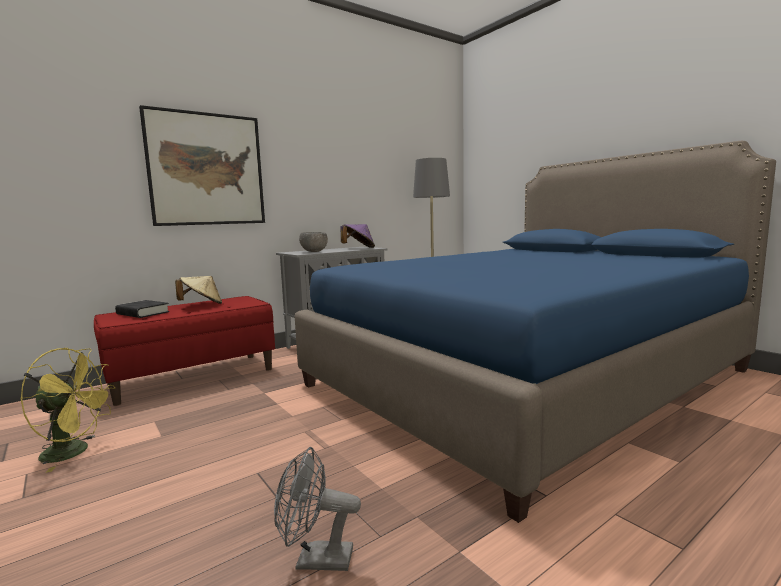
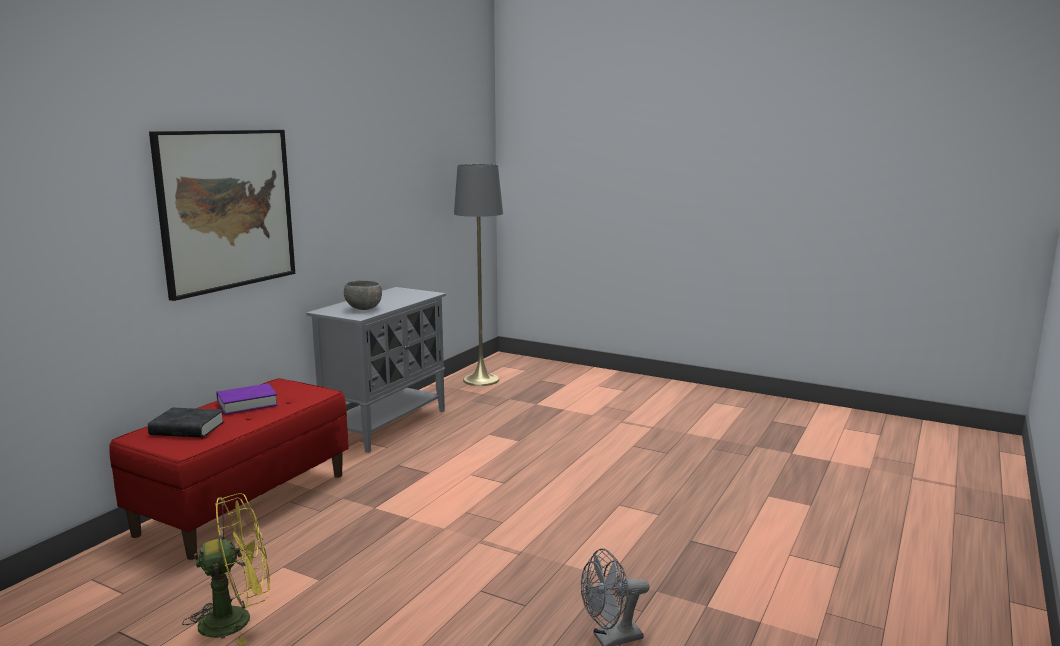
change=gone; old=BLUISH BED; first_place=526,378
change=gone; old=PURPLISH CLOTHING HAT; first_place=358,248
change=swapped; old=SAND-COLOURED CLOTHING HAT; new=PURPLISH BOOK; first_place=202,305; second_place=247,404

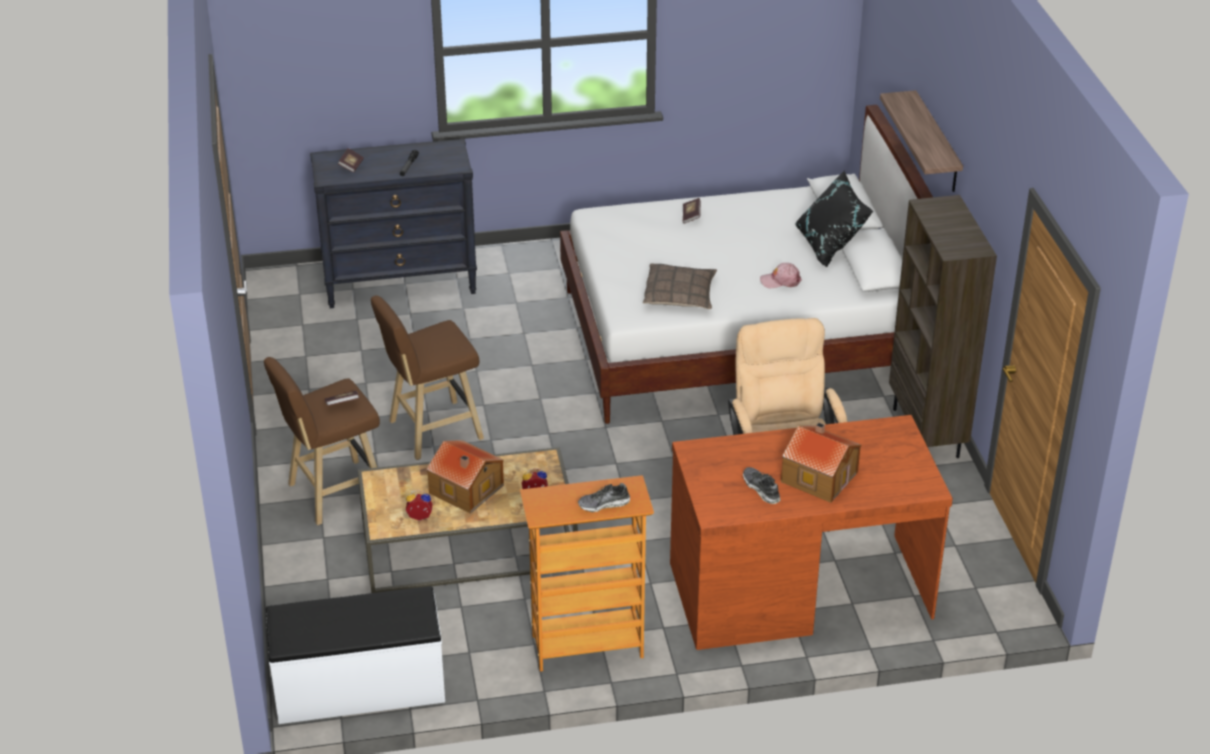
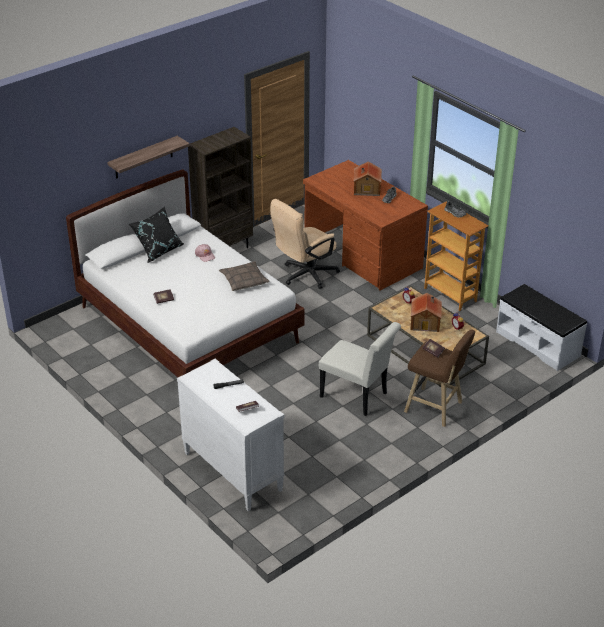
change=repainted; old=BLACKISH DRAWER CHEST; new=WHITE DRAWER CHEST; first_place=400,283; second_place=232,471
change=swapped; old=BROWN STOOL SEAT; new=WHITE PLAIN CHAIR; first_place=431,431; second_place=357,397

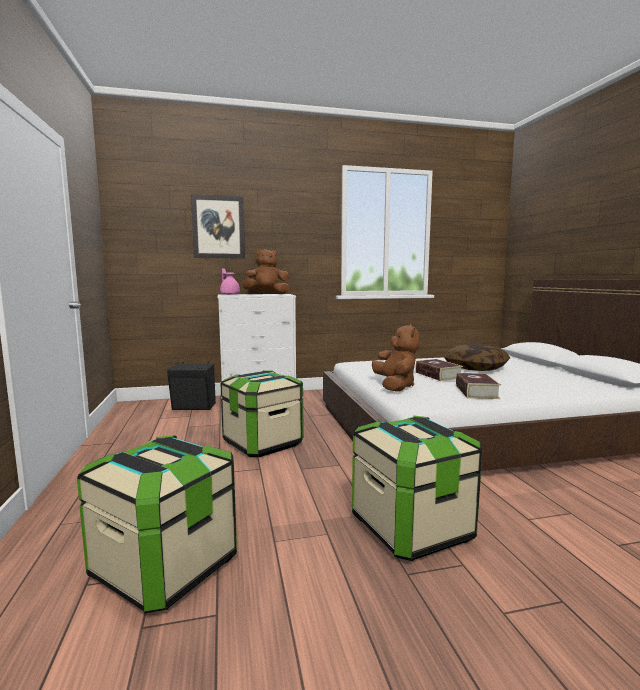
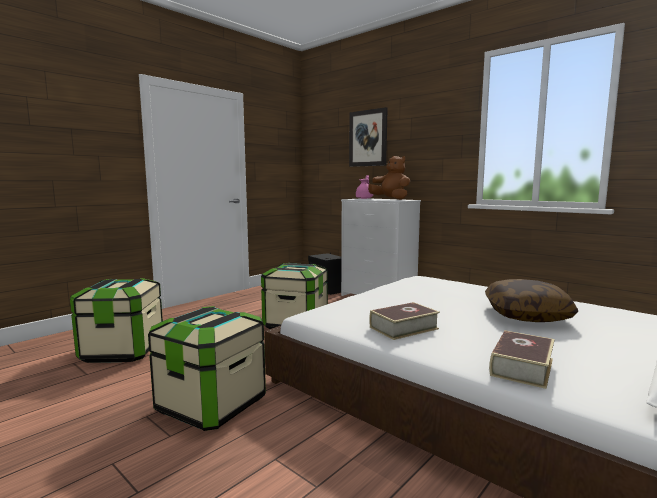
change=gone; old=BROWN CUDDLY TOY; first_place=395,386
change=shifted; old=BOOK; first_place=438,375; second_place=522,367

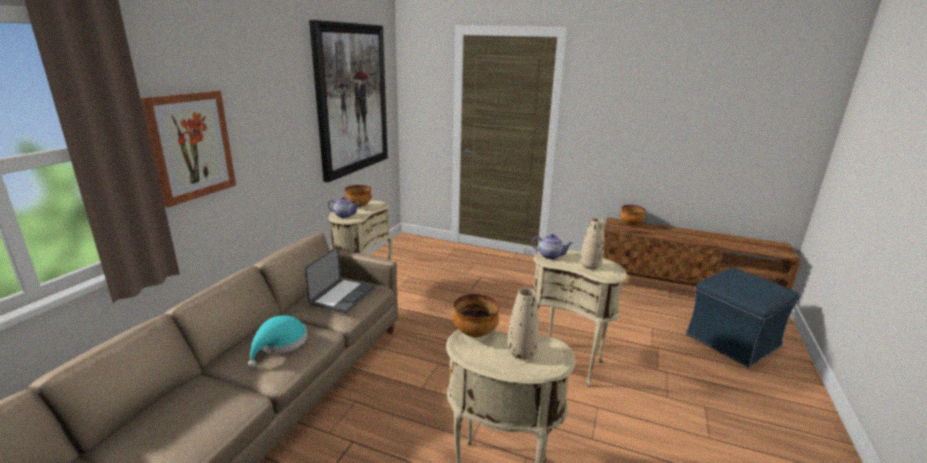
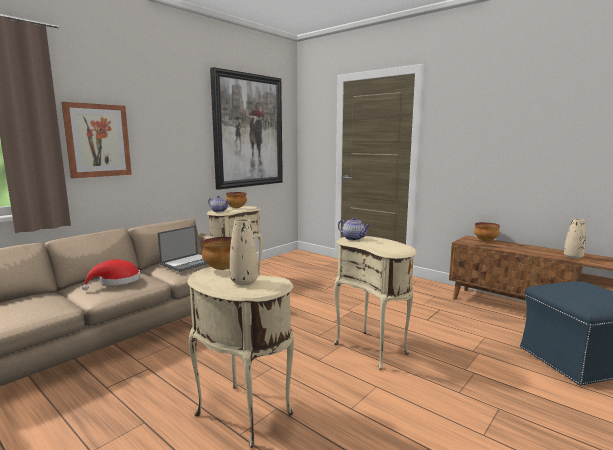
change=shifted; old=SAND-COLOURED FLOWER VASE; first_place=590,266; second_place=573,257
change=repainted; old=BLUE-GREEN CLOTHING HAT; new=RED CLOTHING HAT; first_place=280,343; second_place=117,281

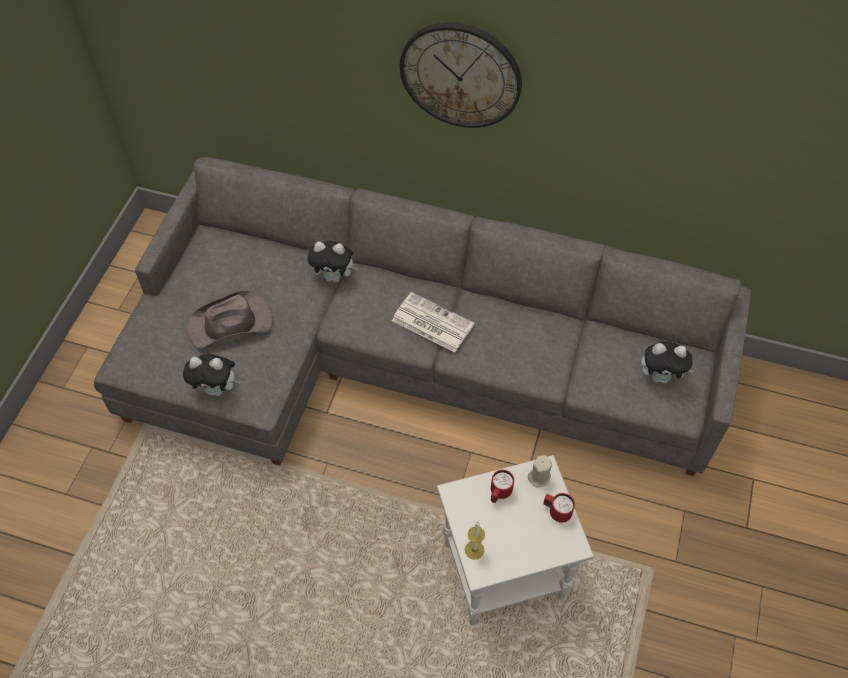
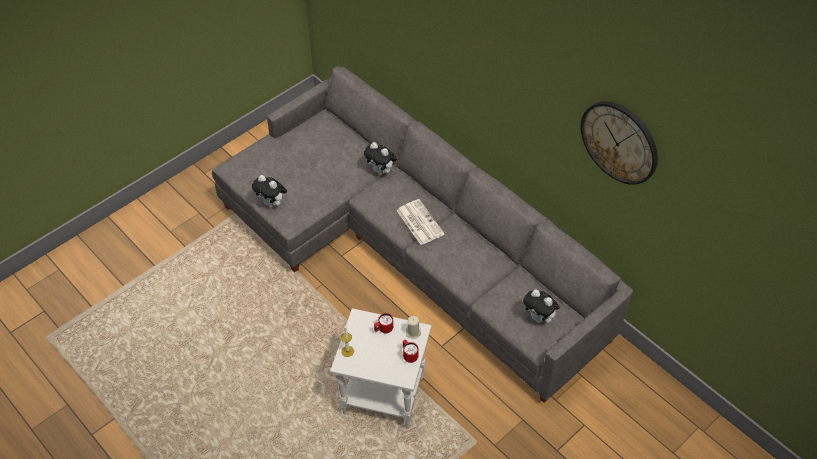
change=shifted; old=HANGING CLOCK; first_place=461,75; second_place=619,142
change=gone; old=BROWN CLOTHING HAT; first_place=231,324

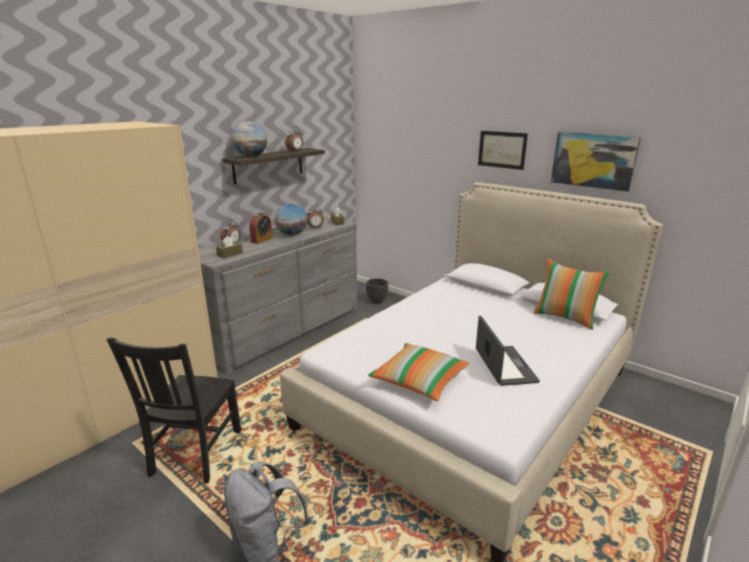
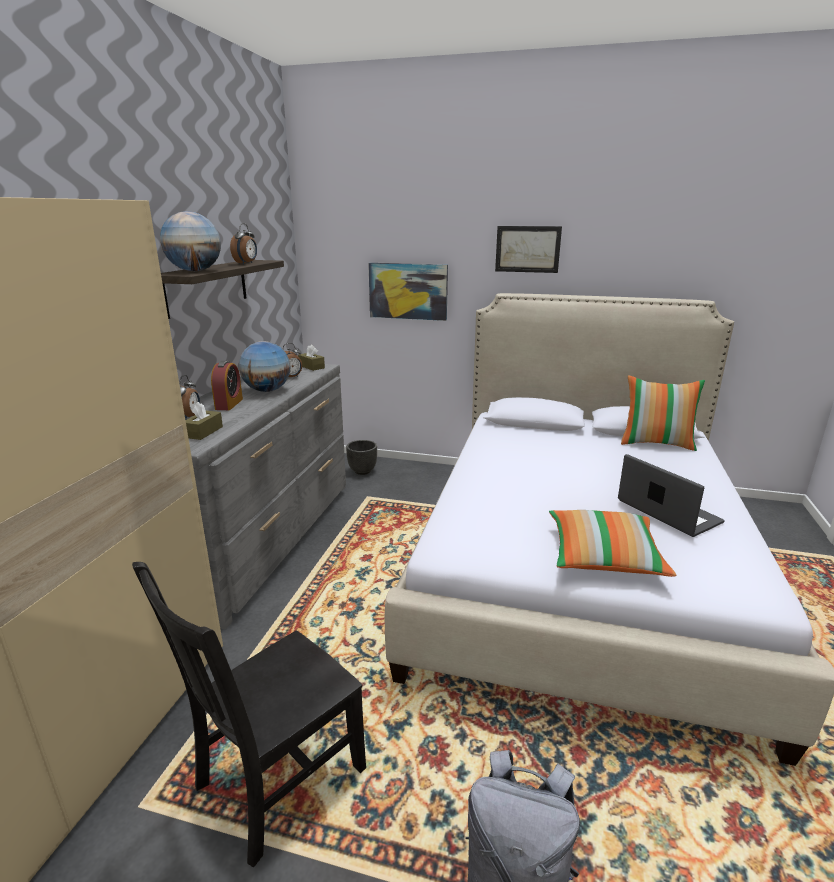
change=shifted; old=WALL PICTURE; first_place=593,160; second_place=408,291
change=rotated; old=BLACKISH PLAIN CHAIR; first_place=195,454; second_place=276,781; degrees=60

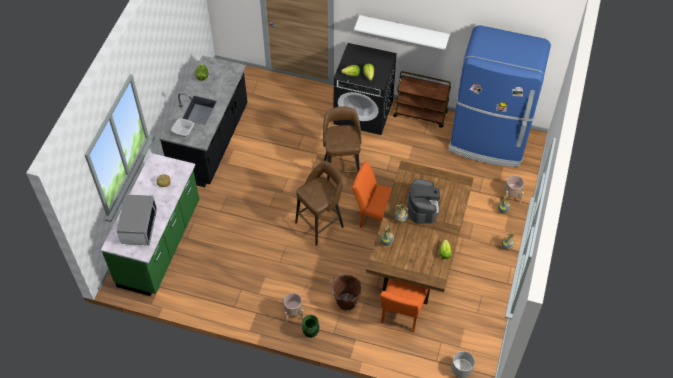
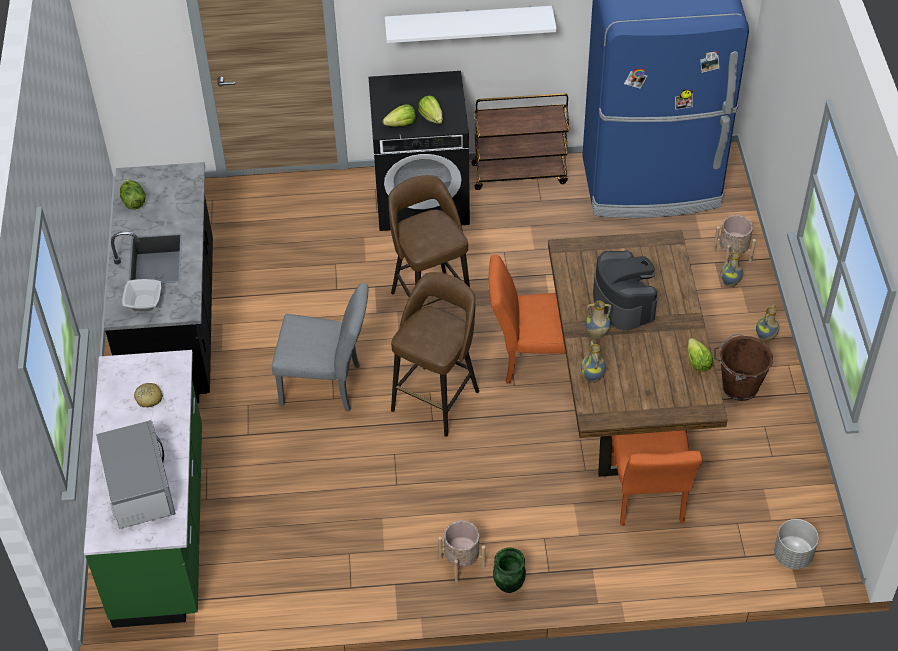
change=shifted; old=BROWN PAIL; first_place=346,301; second_place=738,386
change=new; new=GREYISH PLAIN CHAIR; second_place=327,386

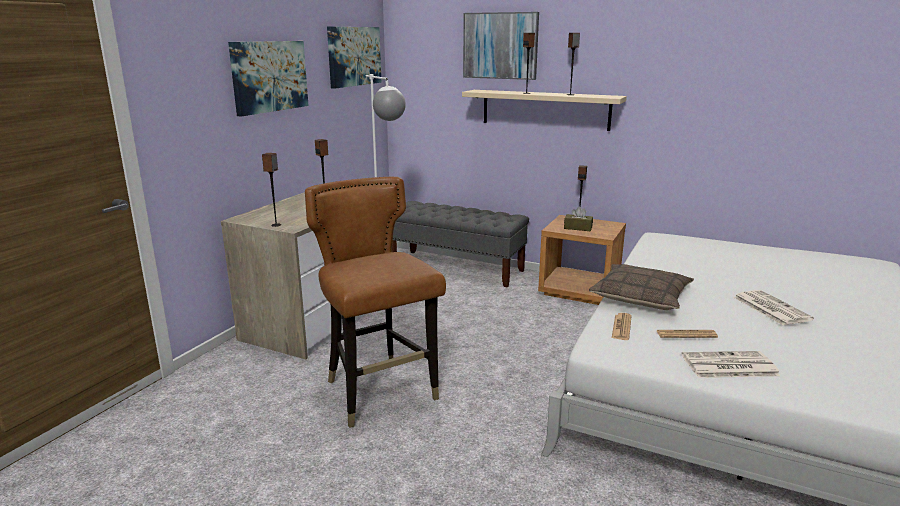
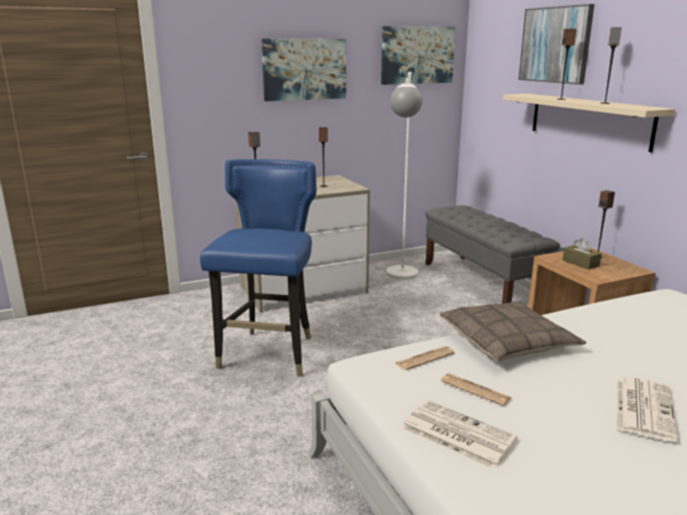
change=repainted; old=BROWN PLAIN CHAIR; new=BLUISH PLAIN CHAIR; first_place=379,393; second_place=269,354

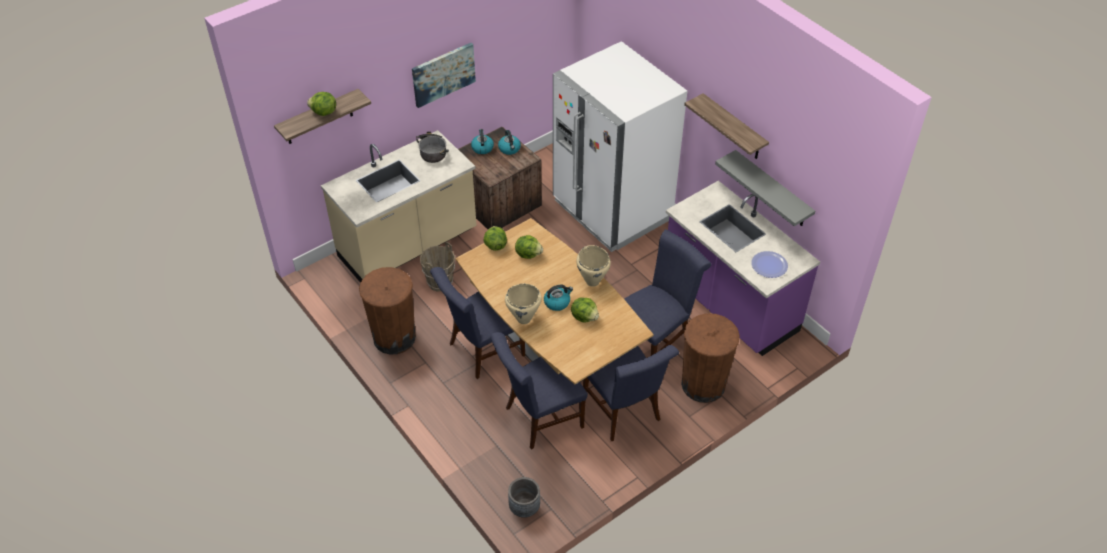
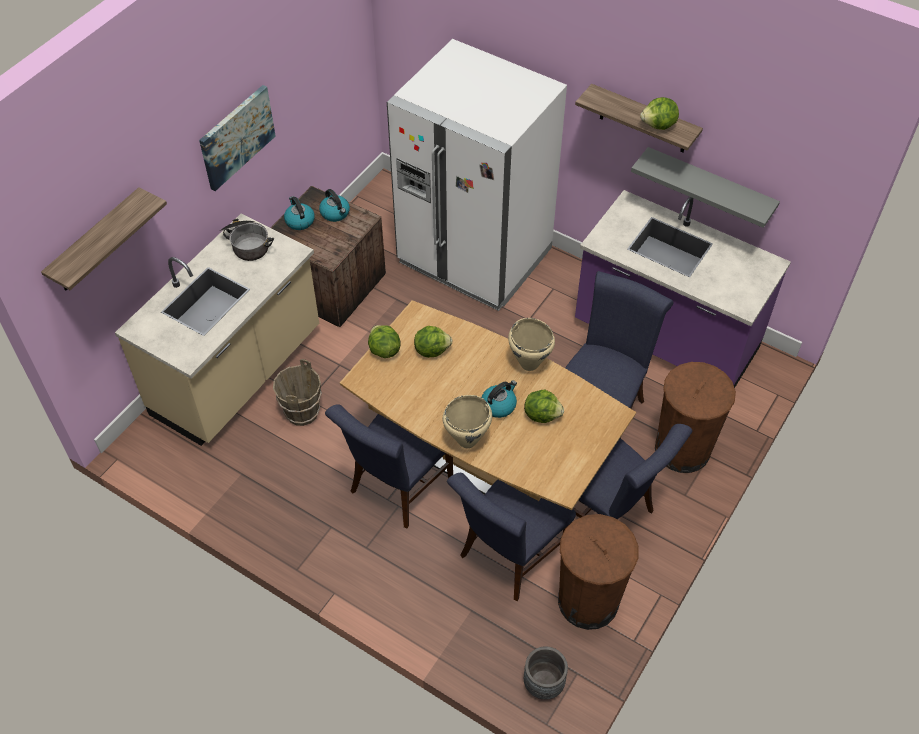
change=shifted; old=HEAD OF LETTUCE; first_place=324,113; second_place=658,125
change=gone; old=DINNER PLATE; first_place=769,265
change=shifted; old=BROWN TRASH CAN; first_place=394,337; second_place=588,601

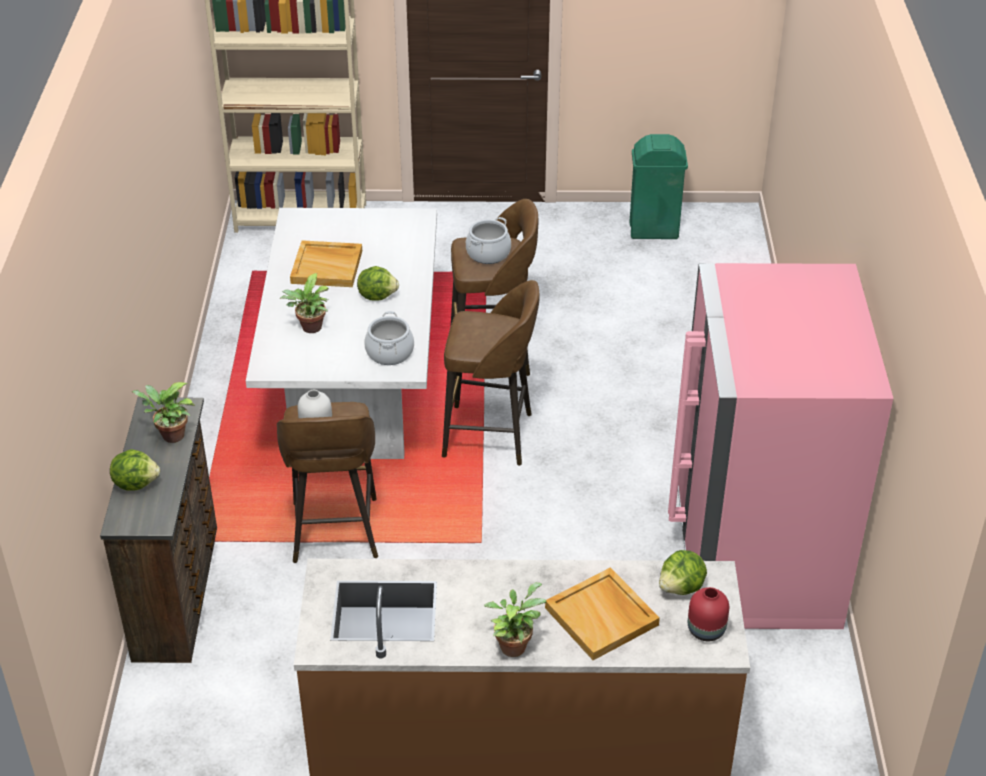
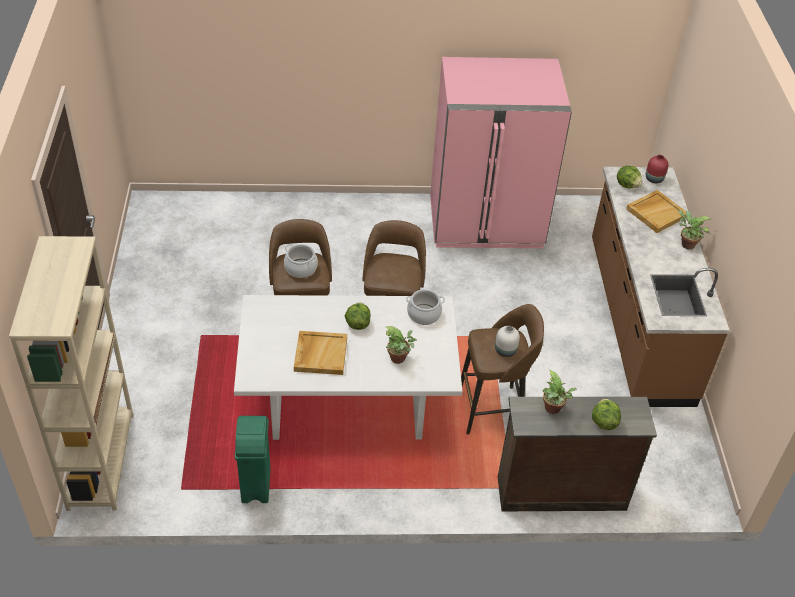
change=shifted; old=GREEN TRASH CAN; first_place=653,231; second_place=255,486

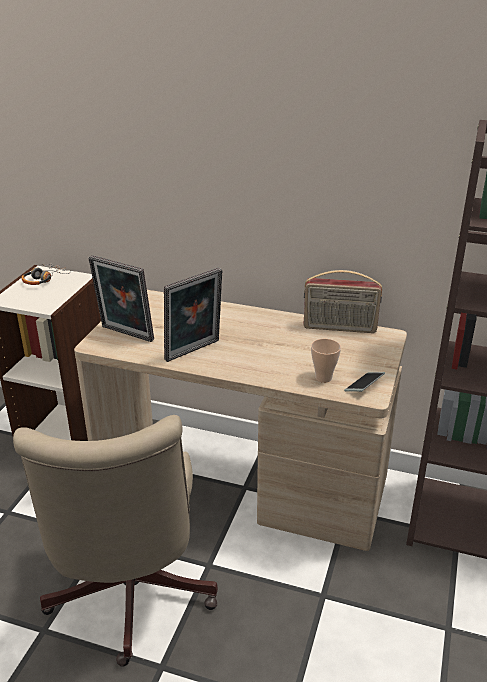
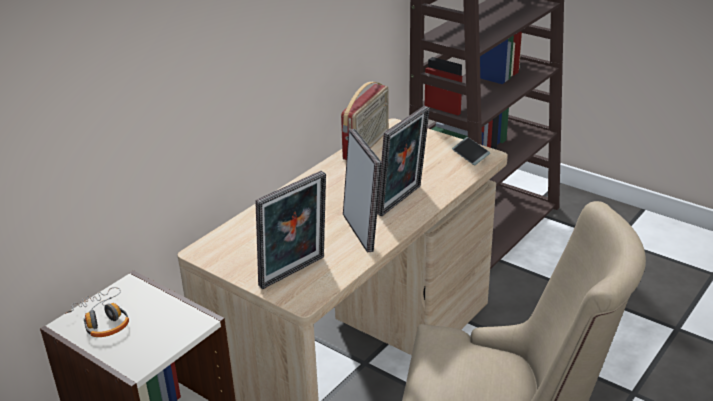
change=gone; old=SMALL CUP; first_place=323,378
change=new; new=PHOTO FRAME; second_place=403,201

